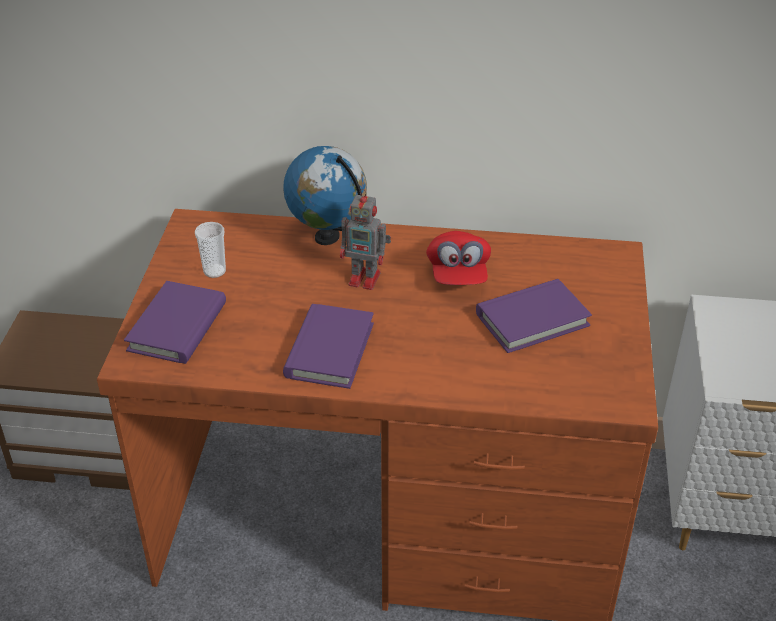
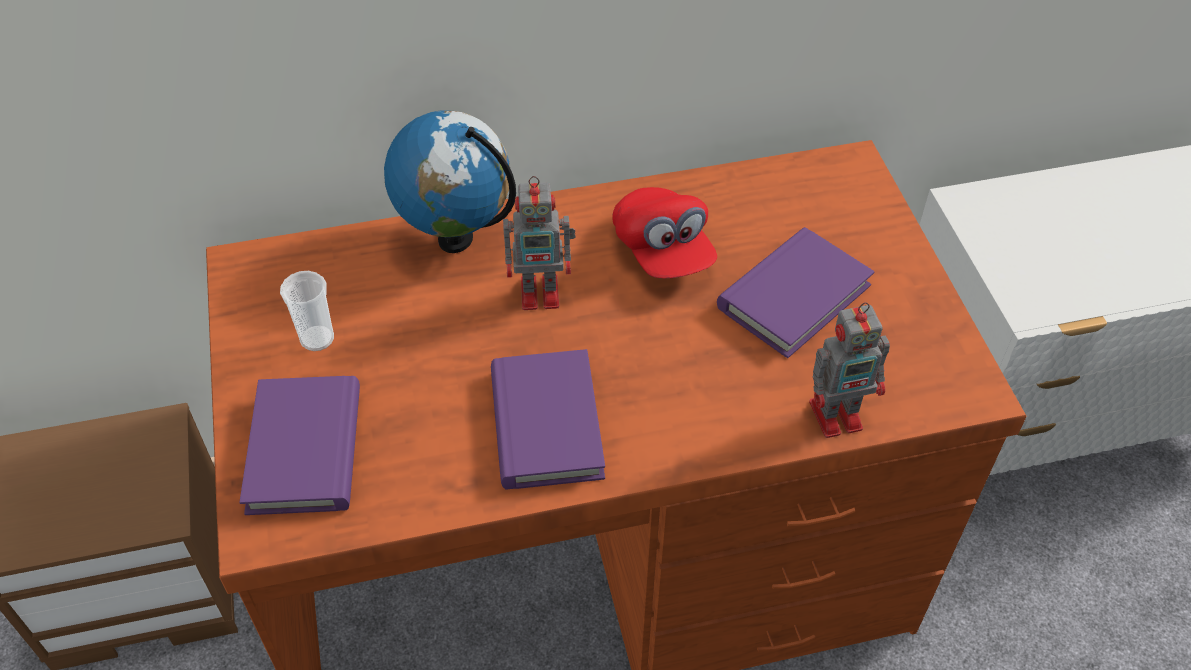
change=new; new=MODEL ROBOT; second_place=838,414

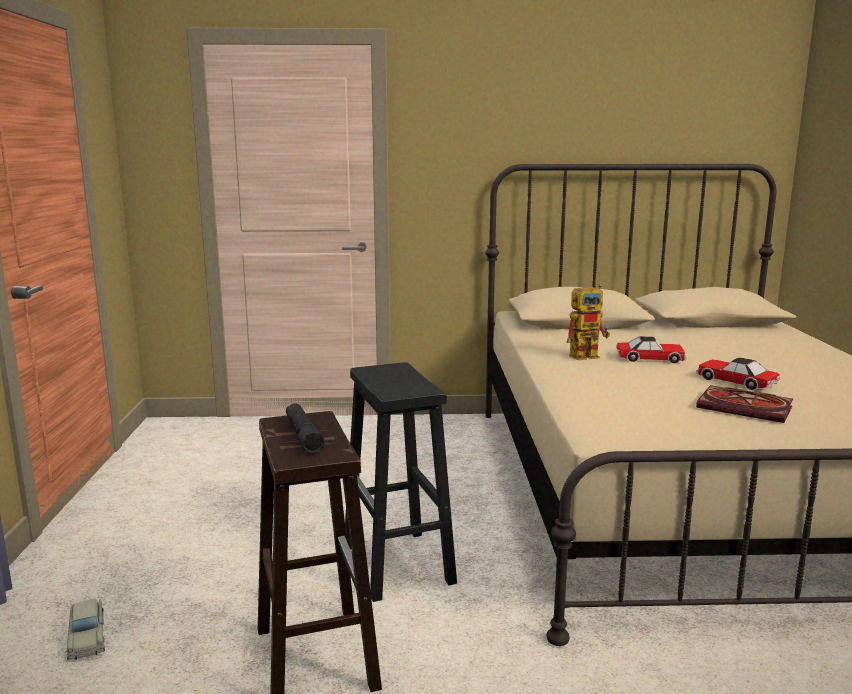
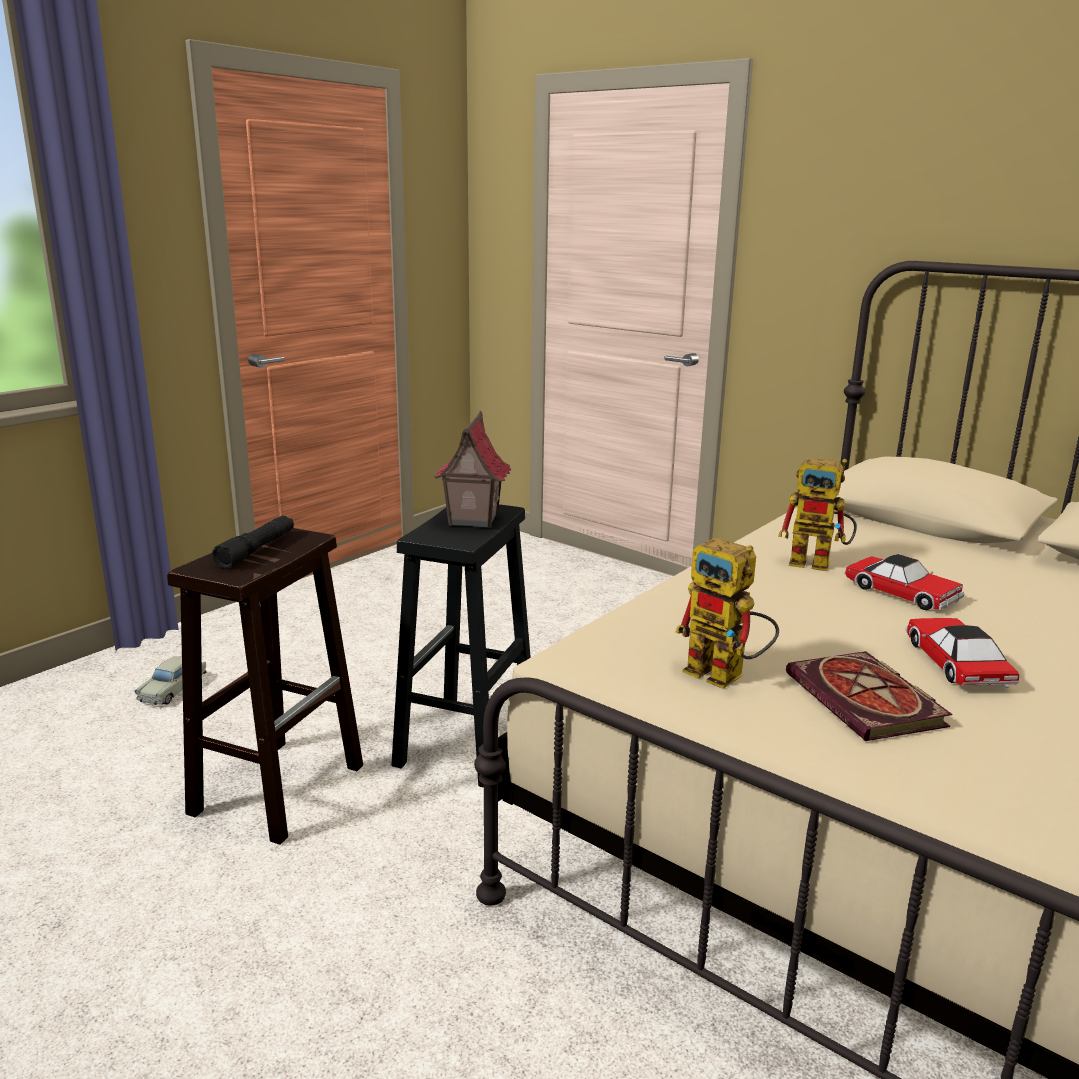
change=new; new=MODEL HOUSE; second_place=472,520
change=new; new=MODEL ROBOT; second_place=726,676

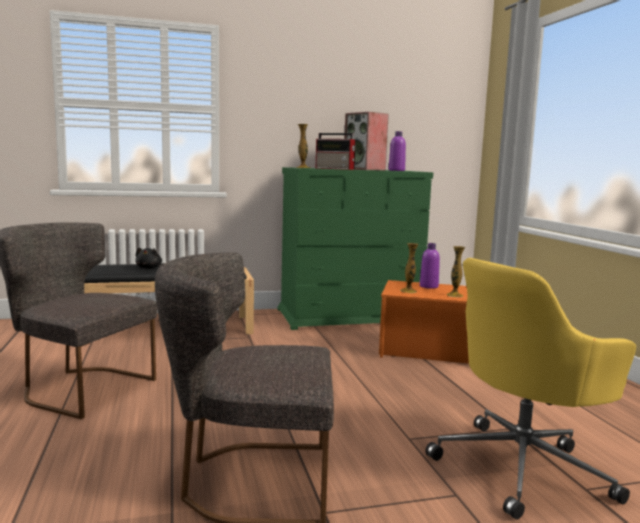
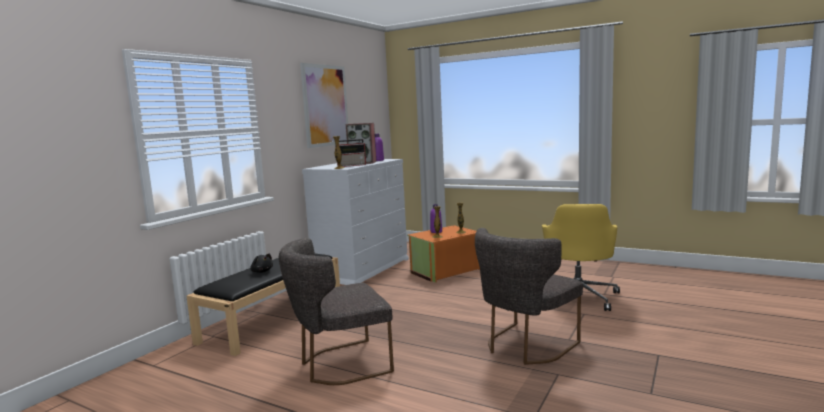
change=repainted; old=GREEN DRAWER CHEST; new=WHITE DRAWER CHEST; first_place=349,316; second_place=362,269
change=new; new=WALL PICTURE; second_place=325,105

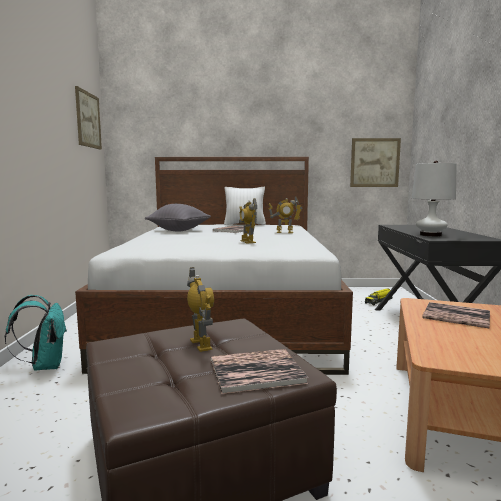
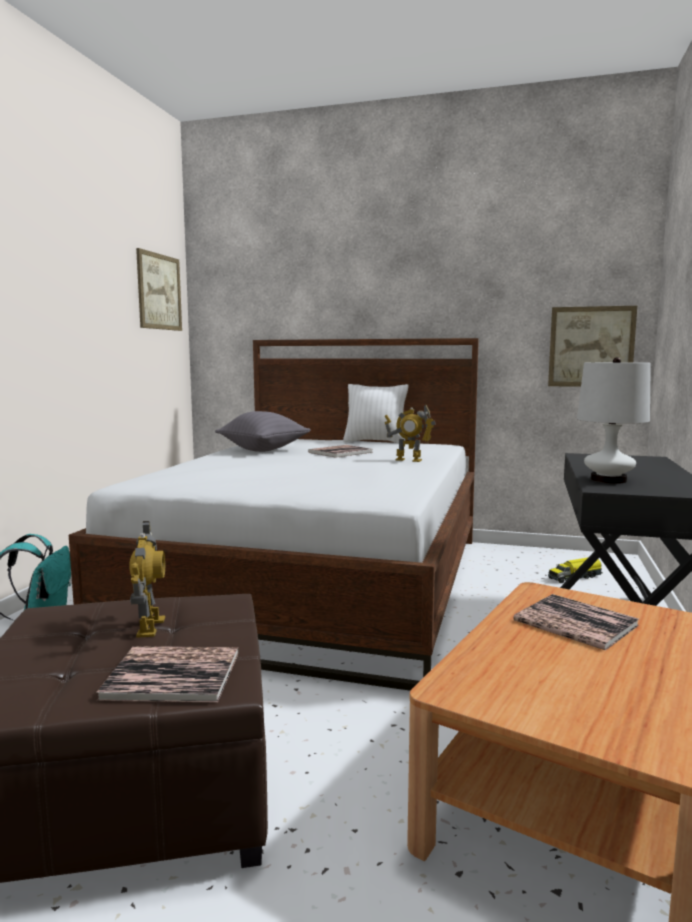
change=gone; old=MODEL ROBOT; first_place=247,241

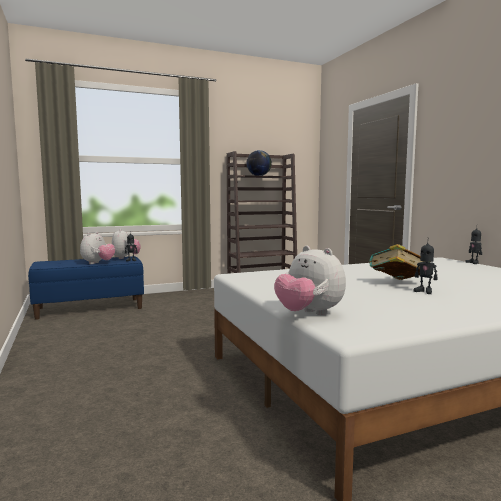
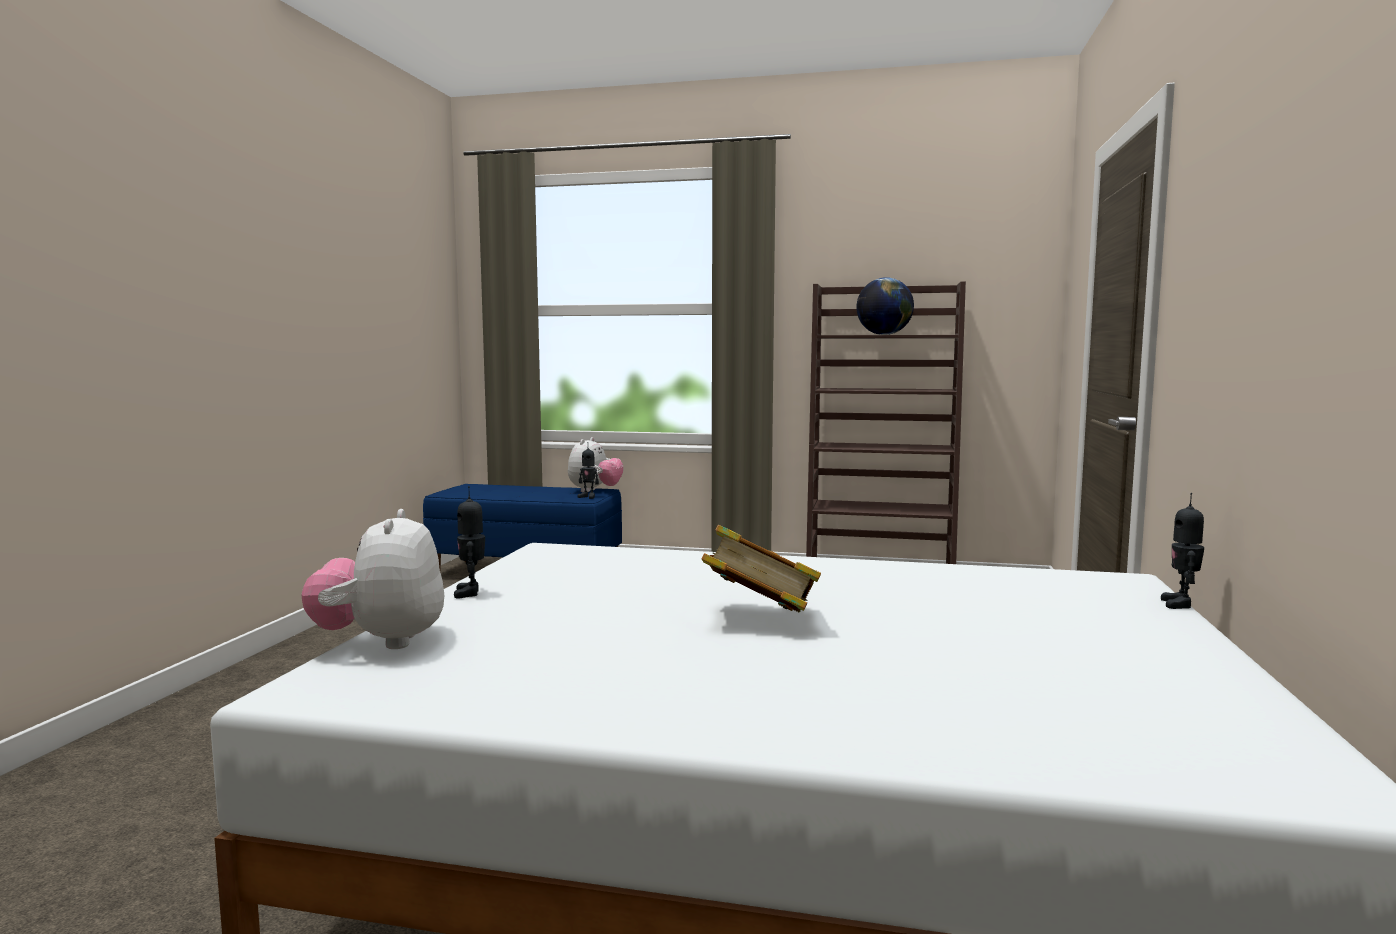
change=gone; old=CUDDLY TOY; first_place=98,263
change=shifted; old=MODEL ROBOT; first_place=424,291; second_place=471,593

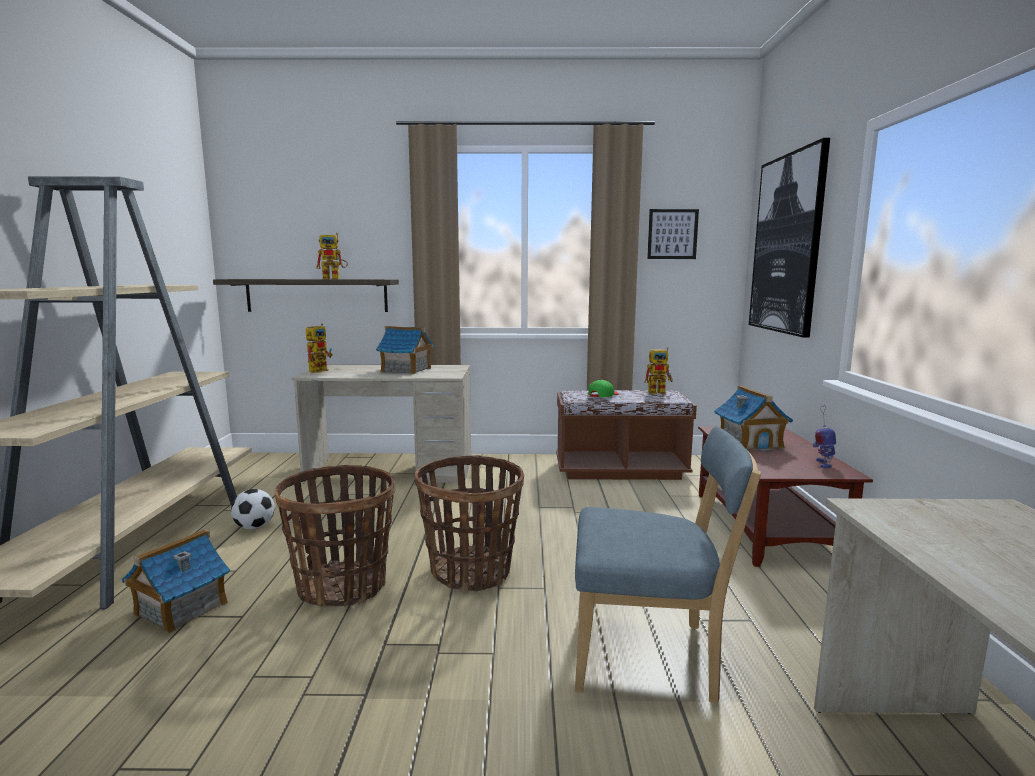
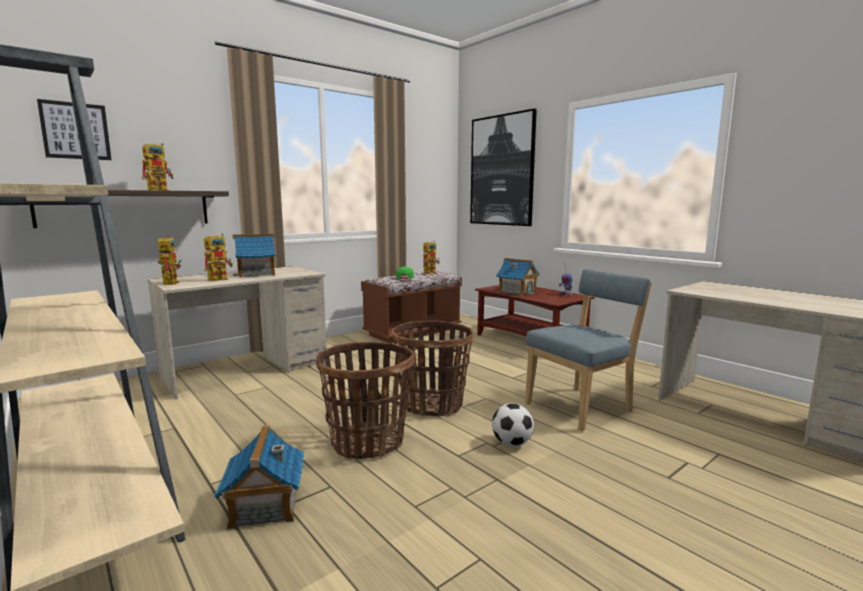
change=shifted; old=WALL PICTURE; first_place=672,234; second_place=75,131
change=shifted; old=FOOTBALL; first_place=254,527; second_place=511,443
change=new; new=MODEL ROBOT; second_place=221,279

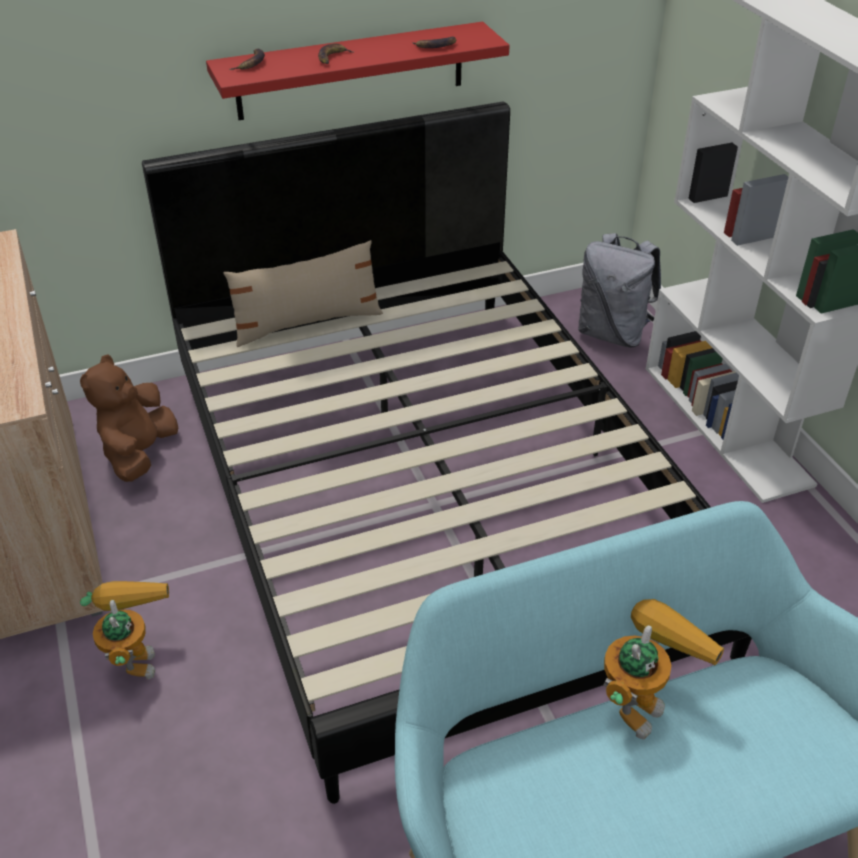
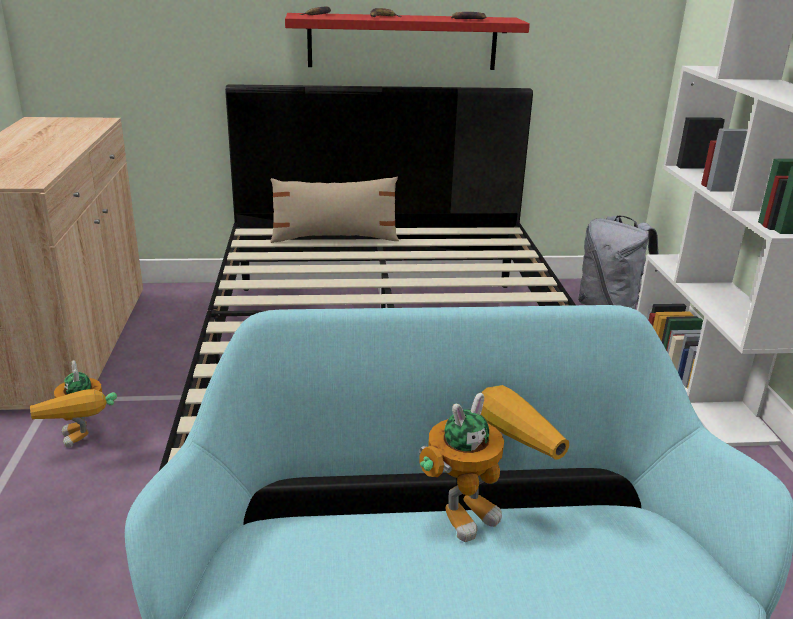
change=gone; old=BROWN CUDDLY TOY; first_place=139,454
change=rotated; old=MODEL ROBOT; first_place=134,654; second_place=84,443; degrees=150

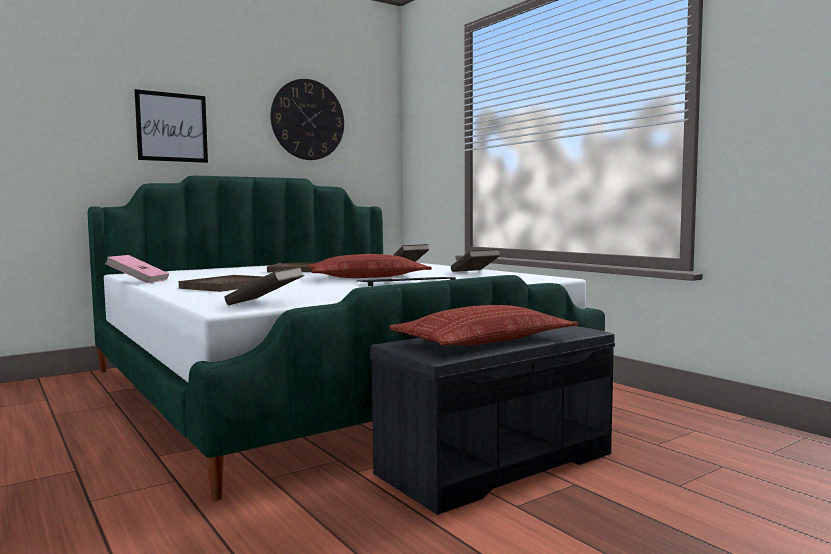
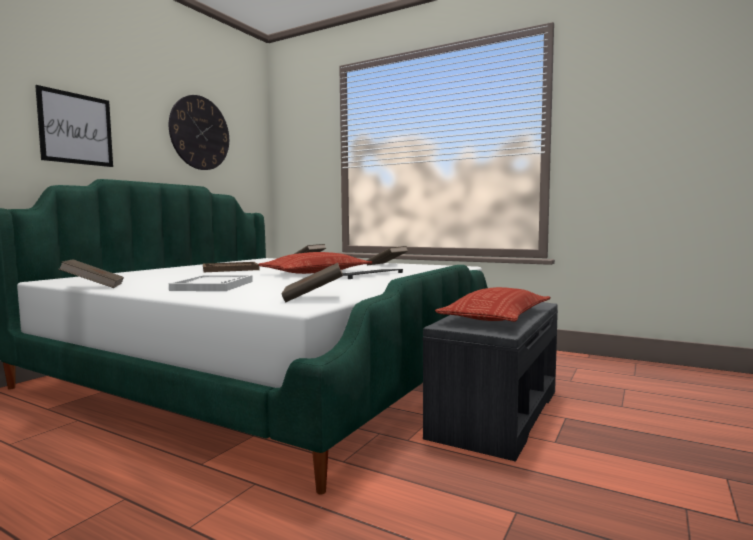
change=repainted; old=PINKISH BOOK; new=BROWN BOOK; first_place=138,281; second_place=93,287
change=repainted; old=BROWN CARRYING TRAY; new=WHITE CARRYING TRAY; first_place=227,286; second_place=213,286

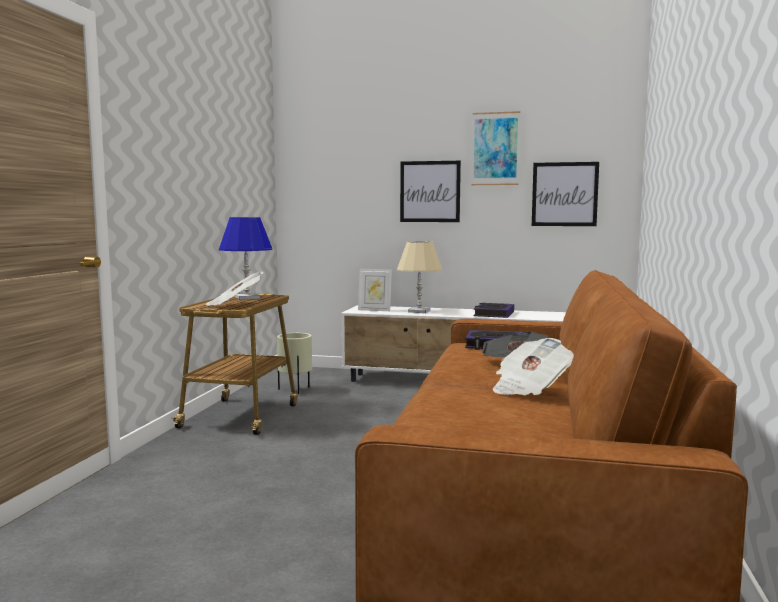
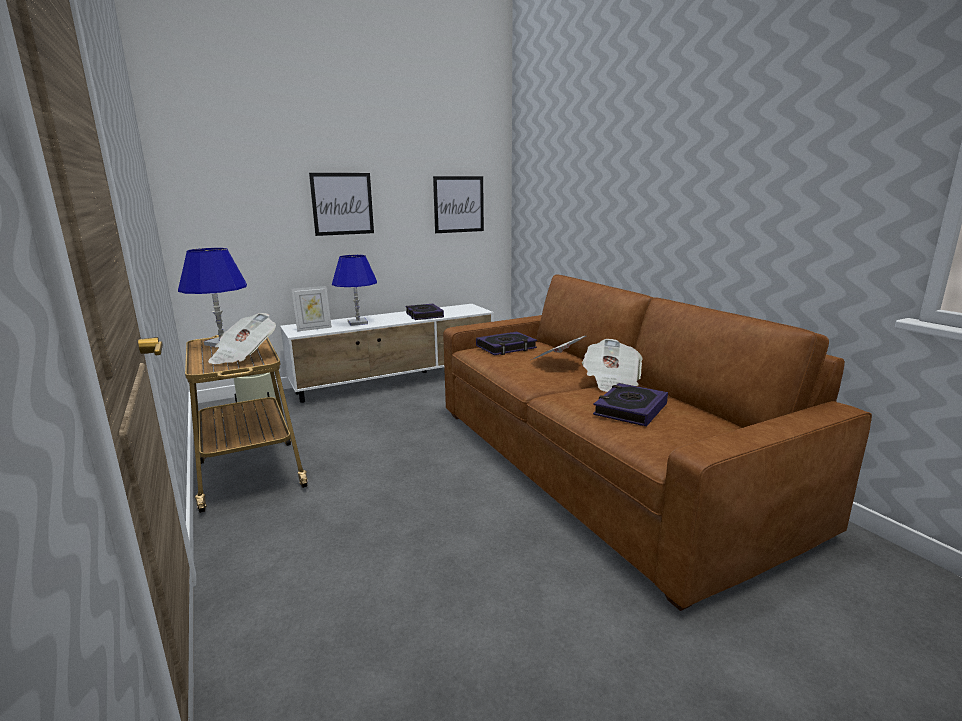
change=gone; old=WALL PICTURE; first_place=495,149
change=repainted; old=SAND-COLOURED TABLE LAMP; new=BLUISH TABLE LAMP; first_place=419,311; second_place=358,323
change=new; new=BOOK; second_place=630,409

